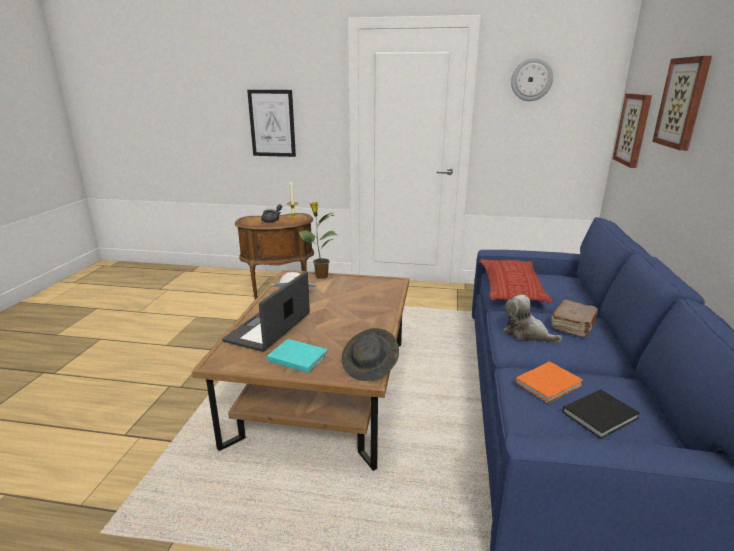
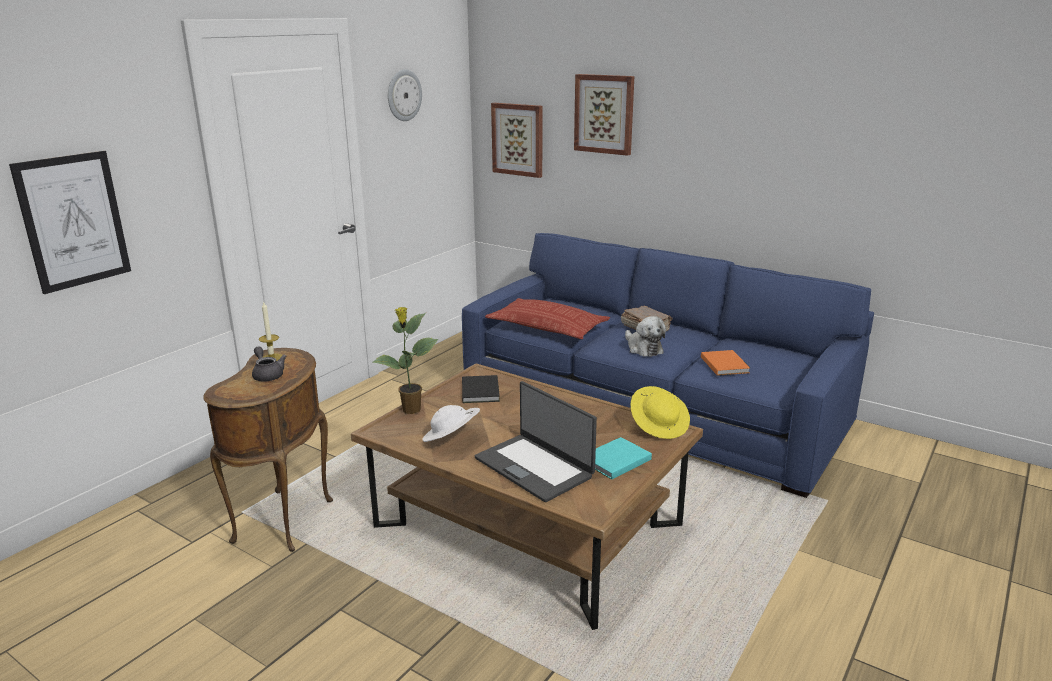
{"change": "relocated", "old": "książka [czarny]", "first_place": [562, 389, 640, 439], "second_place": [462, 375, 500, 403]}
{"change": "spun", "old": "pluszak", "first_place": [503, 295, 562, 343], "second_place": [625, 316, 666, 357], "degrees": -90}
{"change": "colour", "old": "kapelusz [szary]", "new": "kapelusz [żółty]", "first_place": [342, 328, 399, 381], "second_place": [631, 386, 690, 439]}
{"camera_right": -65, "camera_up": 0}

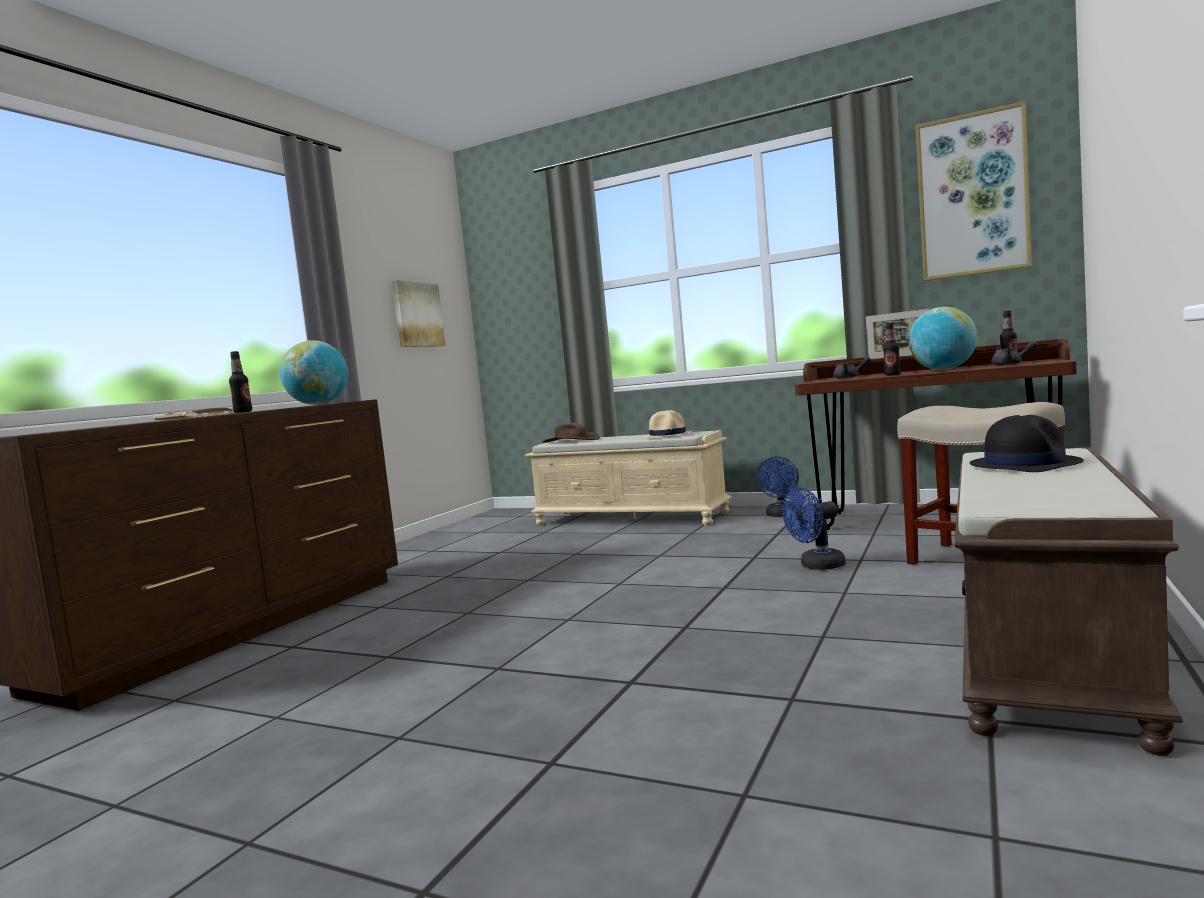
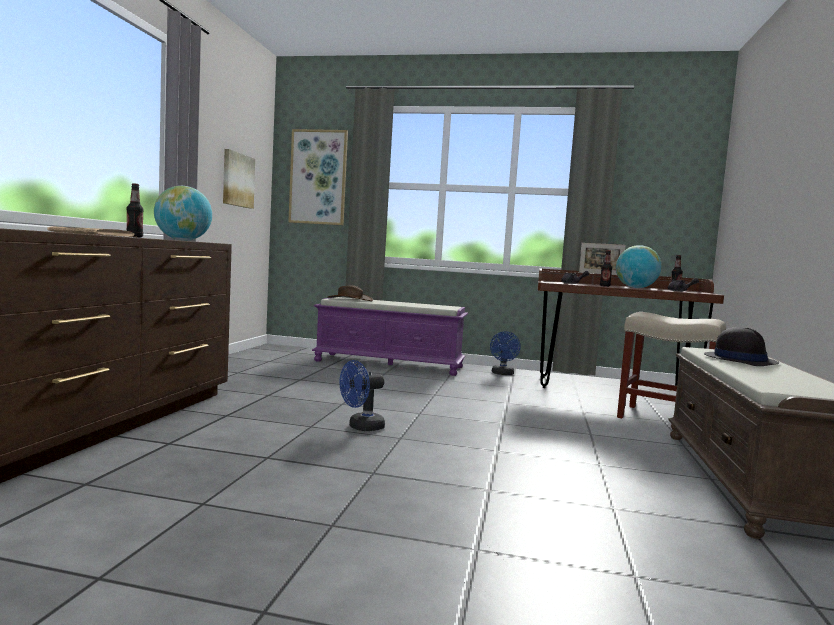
{"change": "relocated", "old": "obraz", "first_place": [915, 101, 1032, 281], "second_place": [288, 129, 348, 225]}
{"change": "colour", "old": "ławka [beżowy]", "new": "ławka [fioletowy]", "first_place": [525, 430, 732, 526], "second_place": [312, 297, 468, 376]}
{"change": "relocated", "old": "wentylator [niebieski]", "first_place": [782, 487, 846, 570], "second_place": [340, 360, 385, 431]}
{"change": "missing", "old": "kapelusz [beżowy]", "first_place": [642, 410, 693, 439]}
{"camera_right": -15, "camera_up": 0}

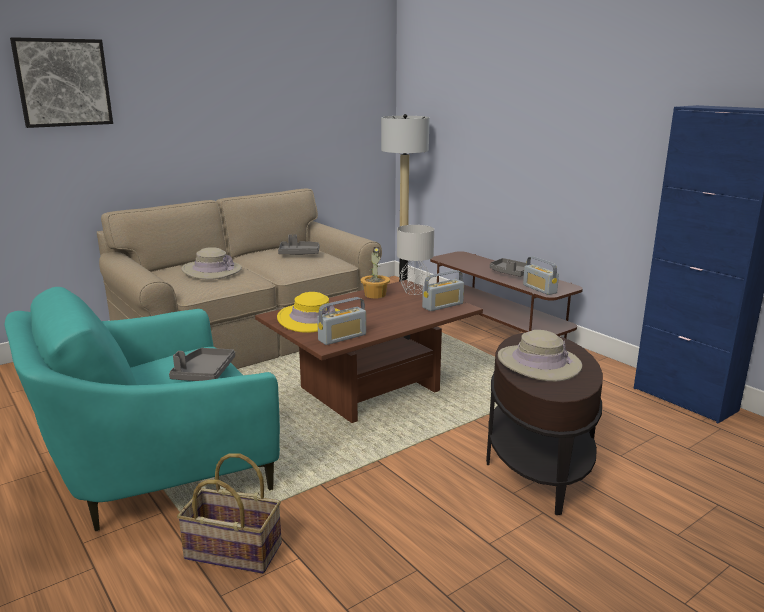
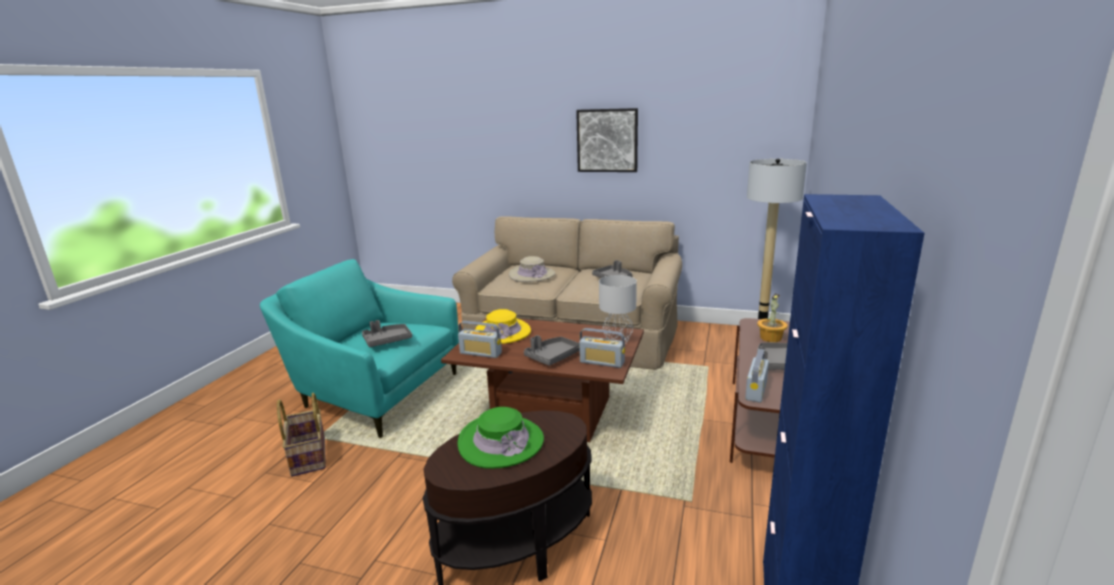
{"change": "colour", "old": "kapelusz [beżowy]", "new": "kapelusz [zielony]", "first_place": [498, 330, 582, 381], "second_place": [457, 407, 544, 469]}
{"change": "appeared", "new": "taca [szary]", "second_place": [524, 335, 580, 366]}
{"change": "relocated", "old": "obraz", "first_place": [10, 37, 113, 128], "second_place": [576, 108, 638, 172]}
{"change": "relocated", "old": "roślina doniczkowa", "first_place": [360, 247, 390, 298], "second_place": [757, 294, 788, 342]}
{"camera_right": 55, "camera_up": 0}

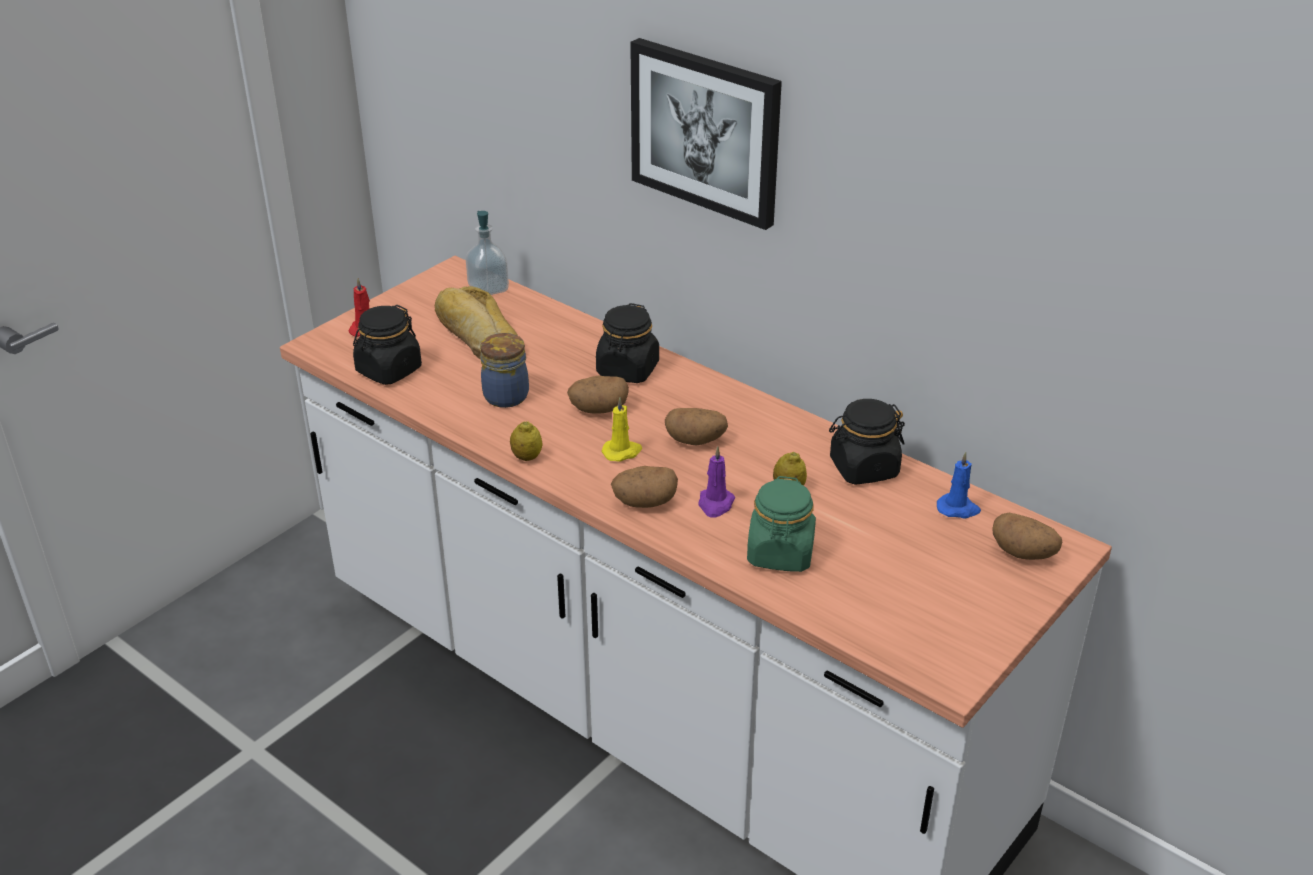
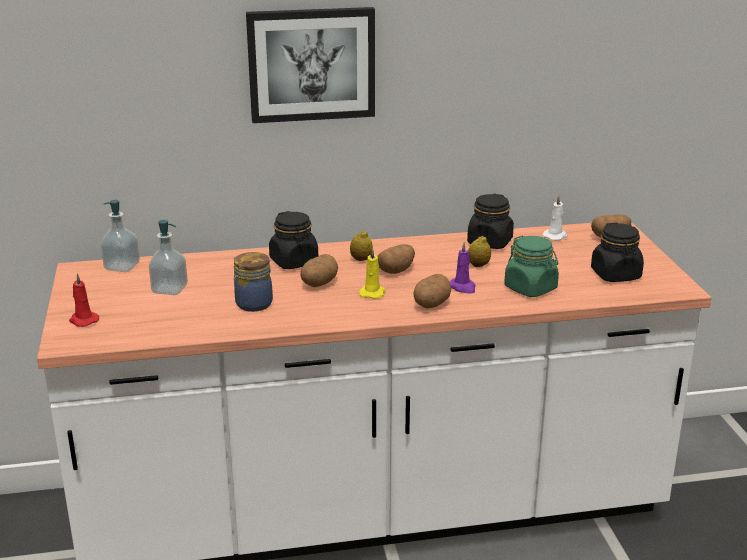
{"change": "exchanged", "old": "chleb", "new": "dozownik mydła", "first_place": [435, 286, 518, 359], "second_place": [149, 220, 188, 295]}
{"change": "relocated", "old": "cytryna", "first_place": [510, 421, 542, 461], "second_place": [350, 230, 373, 261]}
{"change": "colour", "old": "świeca [niebieski]", "new": "świeca [biały]", "first_place": [937, 452, 981, 518], "second_place": [543, 195, 568, 241]}
{"change": "relocated", "old": "słoik [czarny]", "first_place": [353, 305, 422, 385], "second_place": [591, 223, 644, 282]}
{"camera_right": -50, "camera_up": -10}

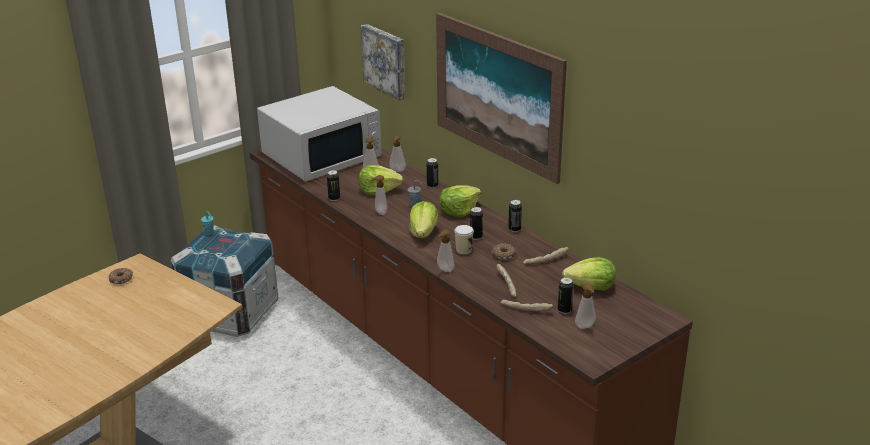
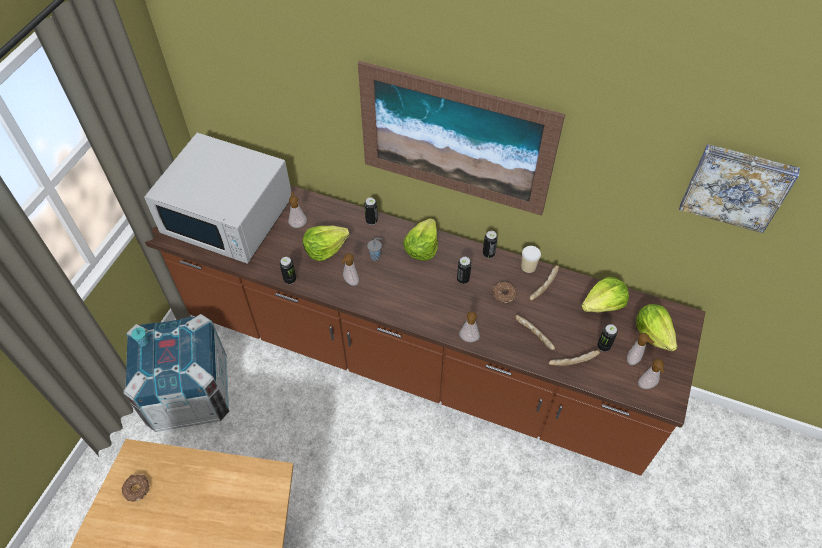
{"change": "spun", "old": "mikrofalówka [biały]", "first_place": [257, 86, 381, 181], "second_place": [144, 133, 292, 264], "degrees": 90}
{"change": "relocated", "old": "filiżanka", "first_place": [455, 225, 474, 254], "second_place": [521, 246, 541, 273]}
{"change": "relocated", "old": "sałata", "first_place": [409, 201, 439, 238], "second_place": [636, 304, 678, 351]}
{"change": "relocated", "old": "dozownik mydła", "first_place": [389, 135, 406, 172], "second_place": [638, 359, 665, 389]}
{"change": "relocated", "old": "obraz", "first_place": [361, 24, 405, 101], "second_place": [679, 144, 800, 233]}
{"camera_right": -30, "camera_up": 25}

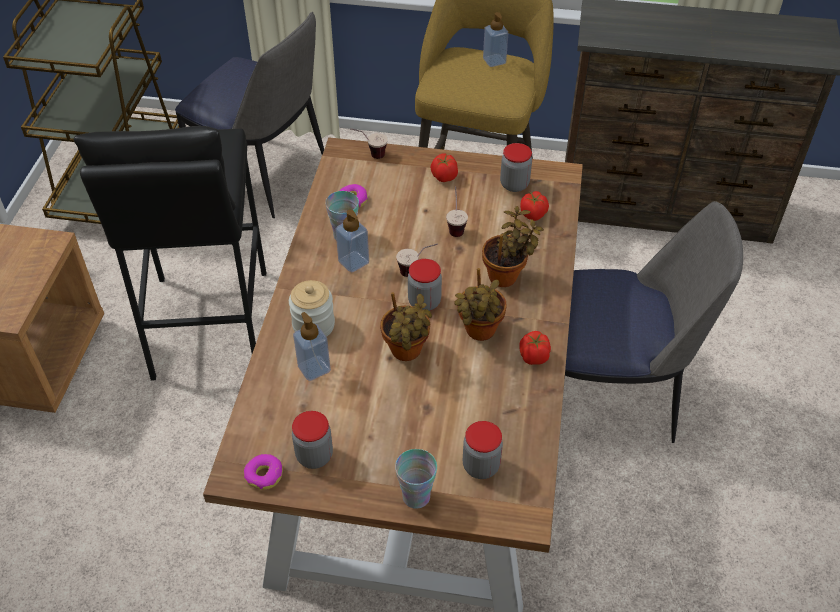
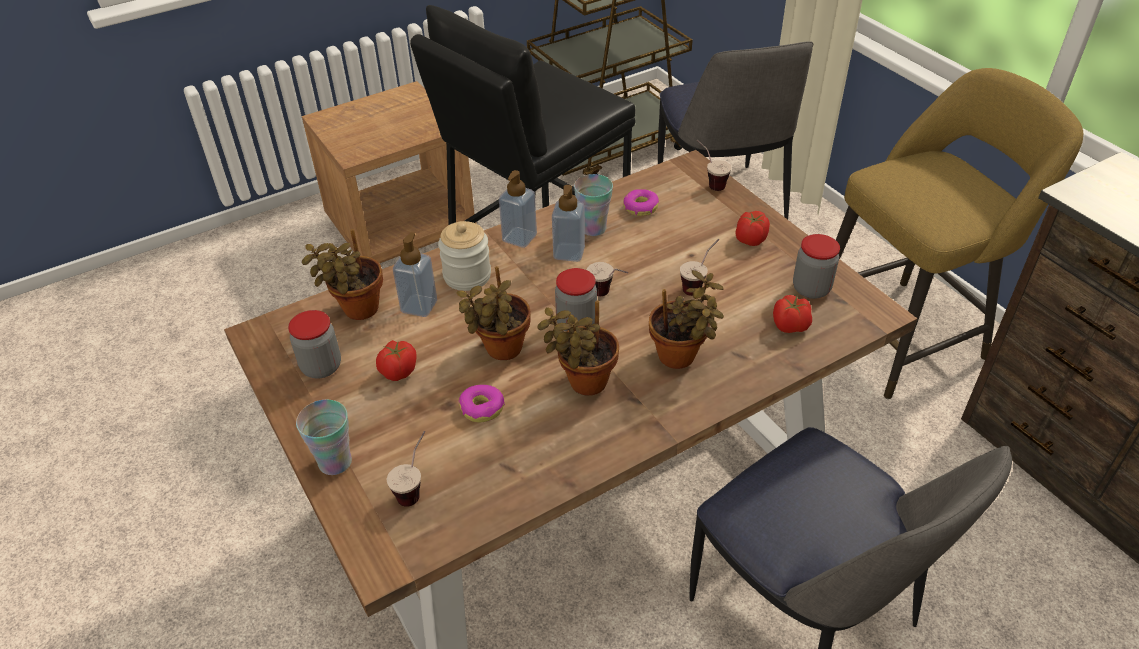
{"change": "appeared", "new": "roślina doniczkowa", "second_place": [302, 229, 383, 320]}
{"change": "relocated", "old": "pomidor", "first_place": [520, 331, 551, 365], "second_place": [376, 340, 417, 381]}
{"change": "exchanged", "old": "słoik", "new": "filiżanka", "first_place": [462, 421, 503, 479], "second_place": [387, 431, 426, 507]}
{"change": "relocated", "old": "donut", "first_place": [244, 454, 283, 490], "second_place": [459, 385, 505, 422]}
{"change": "relocated", "old": "dozownik mydła", "first_place": [483, 12, 508, 67], "second_place": [499, 170, 537, 248]}
{"camera_right": 50, "camera_up": -5}

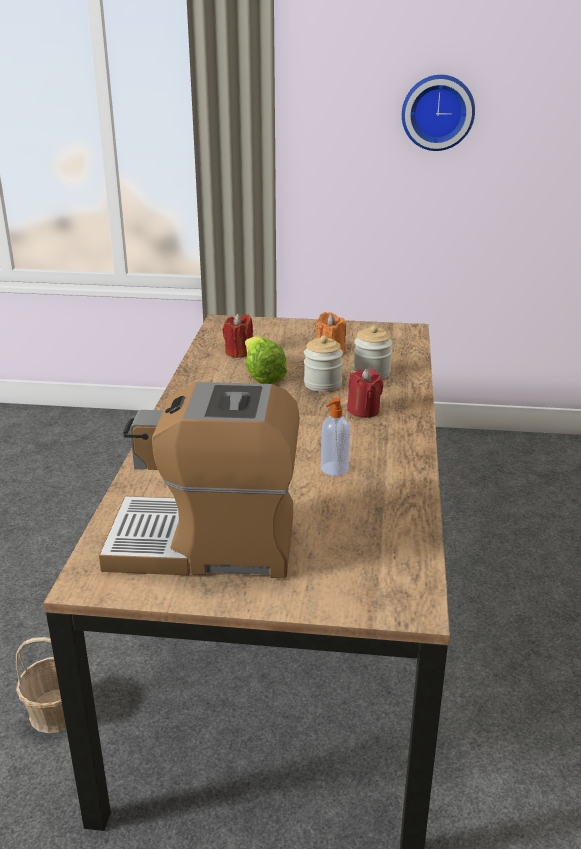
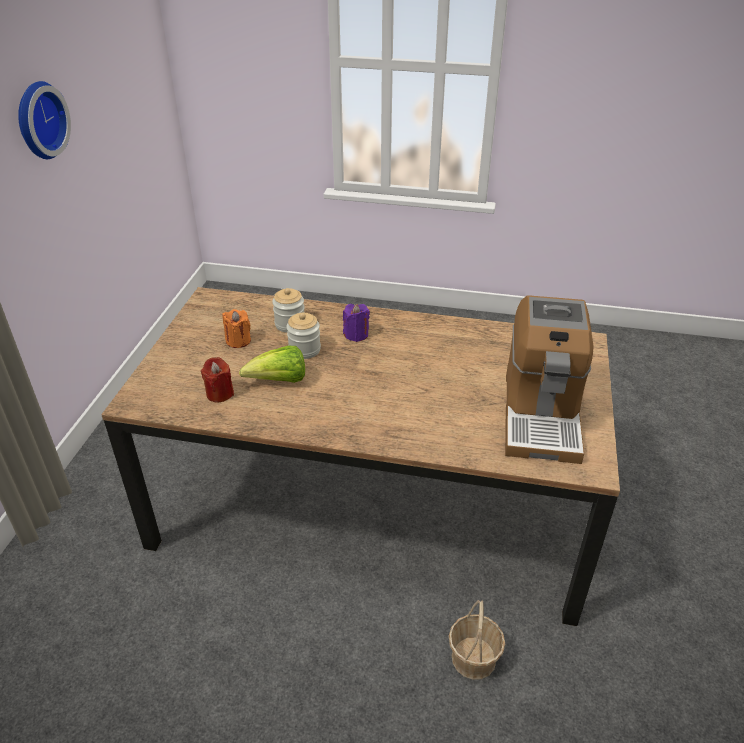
{"change": "colour", "old": "świeca [czerwony]", "new": "świeca [fioletowy]", "first_place": [347, 369, 383, 418], "second_place": [343, 304, 370, 342]}
{"change": "missing", "old": "dozownik mydła", "first_place": [321, 398, 350, 476]}
{"camera_right": -85, "camera_up": 10}

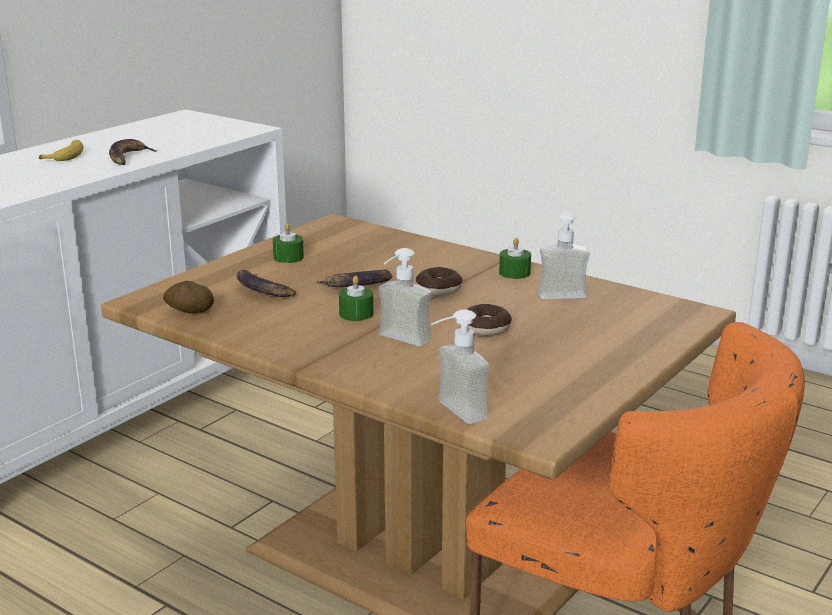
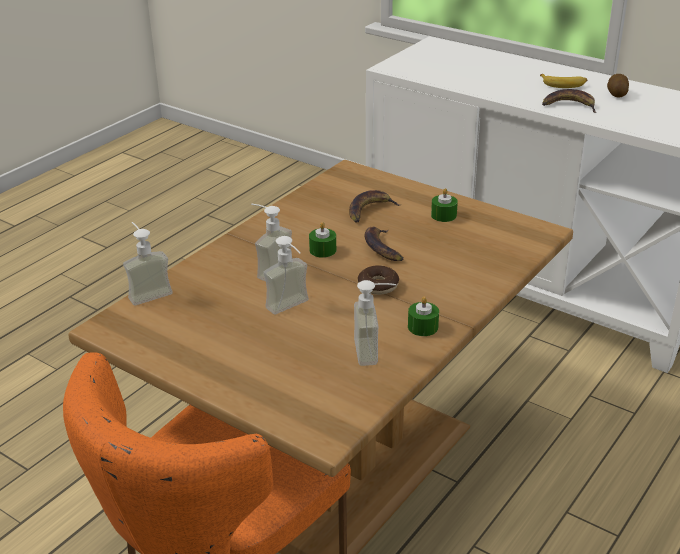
{"change": "exchanged", "old": "donut", "new": "dozownik mydła", "first_place": [466, 304, 512, 336], "second_place": [263, 236, 309, 314]}
{"change": "relocated", "old": "ziemniak", "first_place": [163, 281, 214, 314], "second_place": [607, 74, 629, 97]}
{"camera_right": 90, "camera_up": 10}

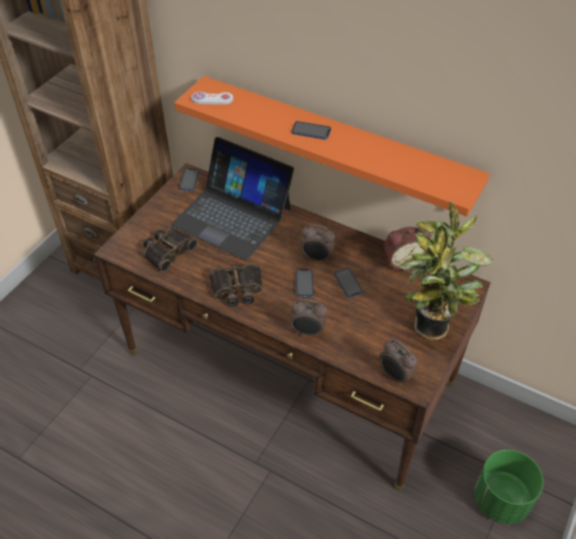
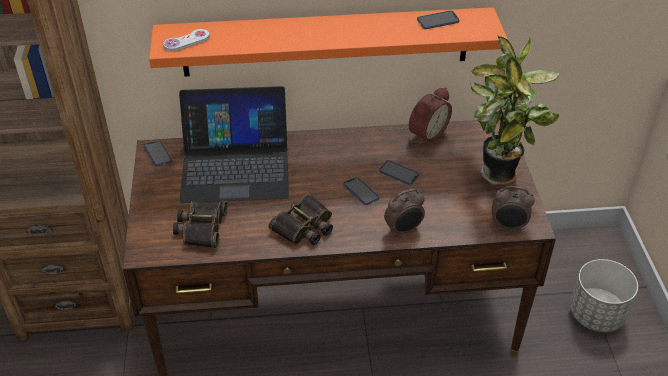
{"change": "relocated", "old": "telefon", "first_place": [292, 121, 331, 140], "second_place": [417, 11, 459, 29]}
{"change": "colour", "old": "donica [zielony]", "new": "donica [szary]", "first_place": [475, 450, 544, 524], "second_place": [570, 259, 638, 332]}
{"change": "missing", "old": "budzik", "first_place": [300, 224, 335, 263]}
{"camera_right": -35, "camera_up": -5}

